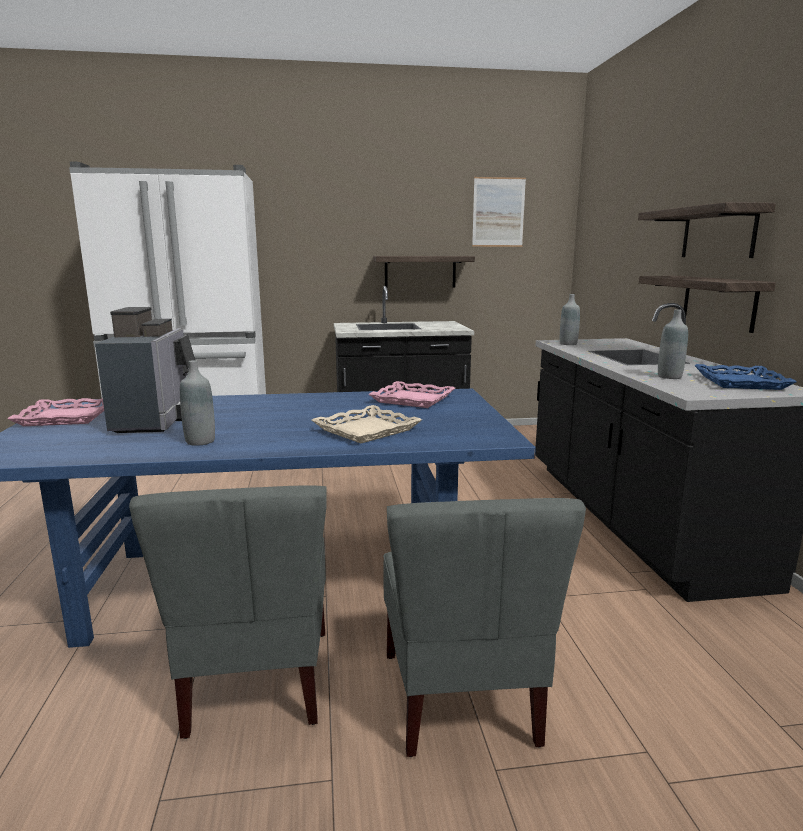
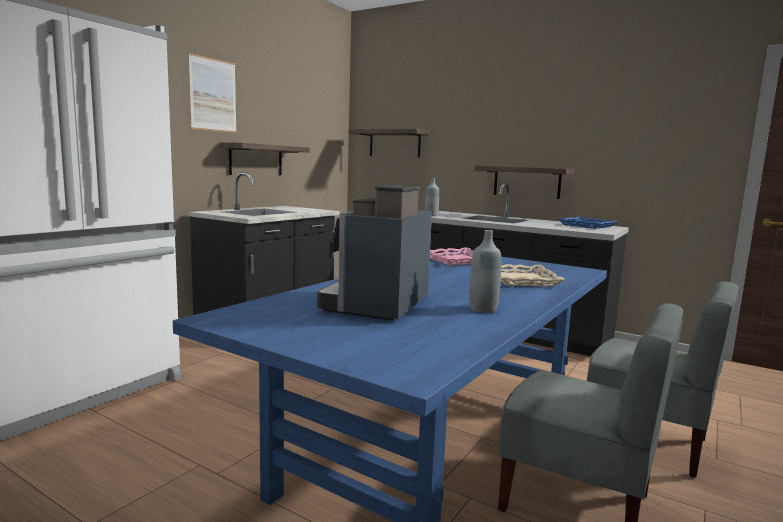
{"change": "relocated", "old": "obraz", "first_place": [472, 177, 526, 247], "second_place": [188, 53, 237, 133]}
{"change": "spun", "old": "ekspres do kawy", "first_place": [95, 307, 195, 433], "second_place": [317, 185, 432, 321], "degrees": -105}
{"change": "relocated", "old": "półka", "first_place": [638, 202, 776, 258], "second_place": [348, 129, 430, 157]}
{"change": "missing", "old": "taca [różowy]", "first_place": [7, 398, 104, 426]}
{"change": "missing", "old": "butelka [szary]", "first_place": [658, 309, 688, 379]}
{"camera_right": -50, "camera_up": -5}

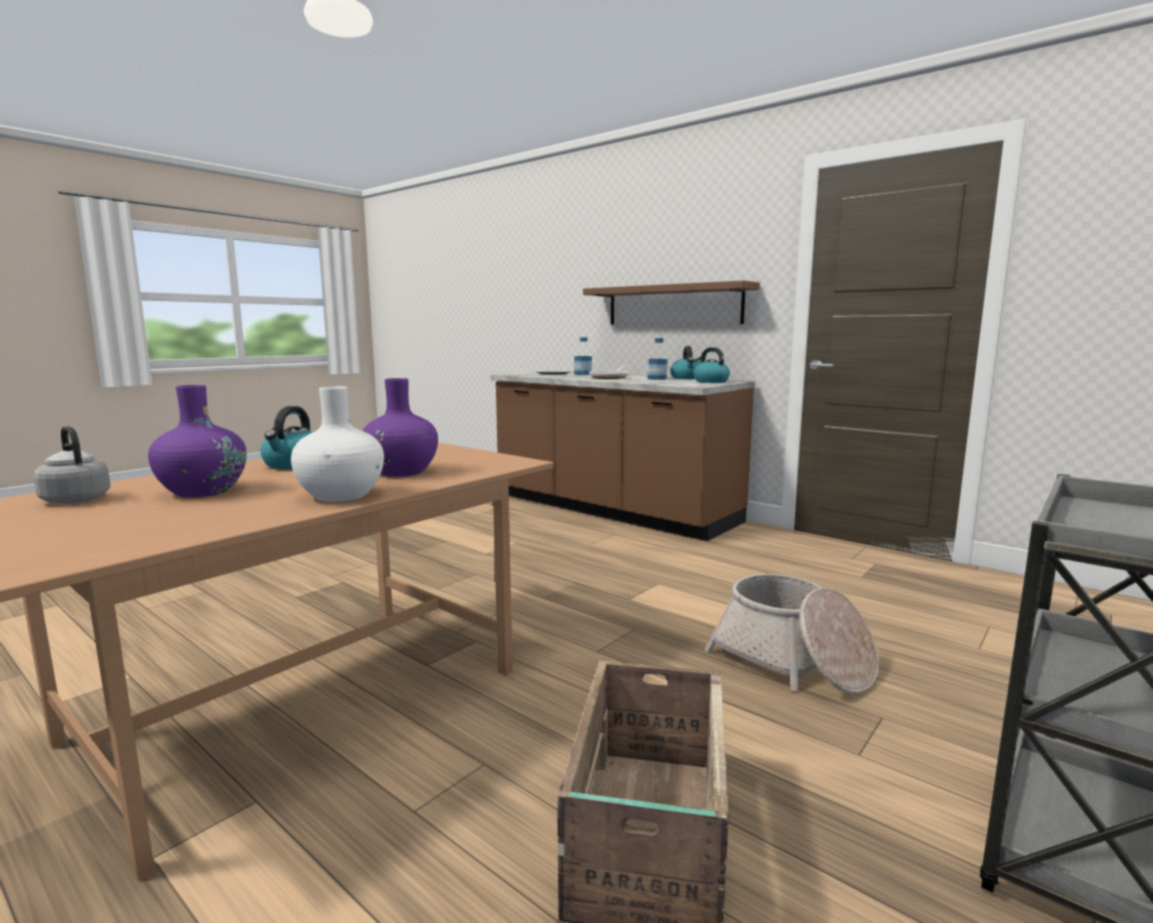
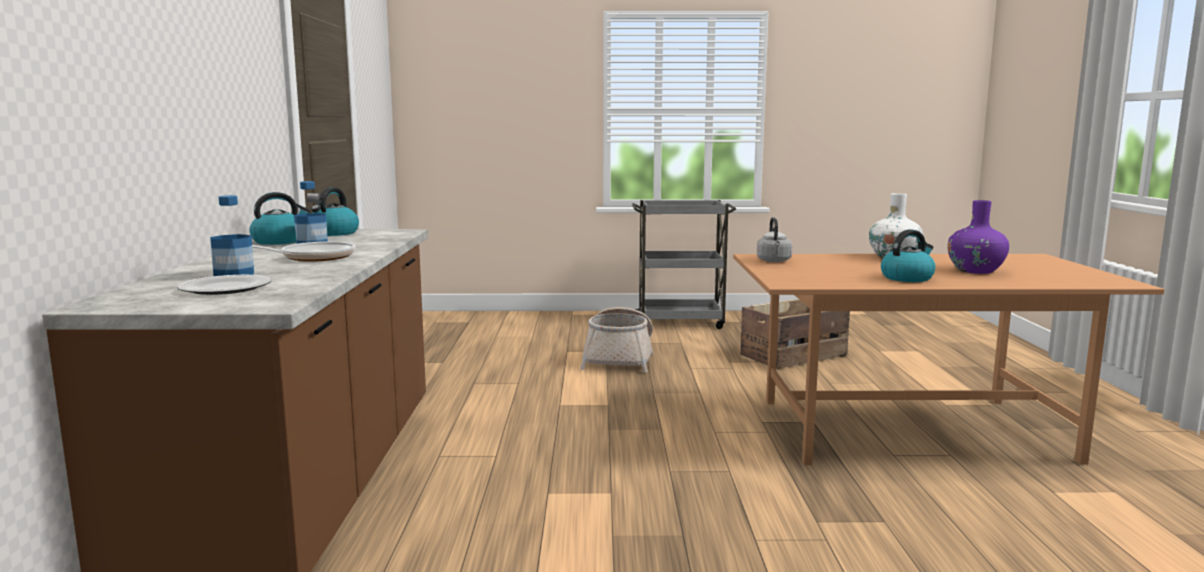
{"change": "relocated", "old": "czajnik [szary]", "first_place": [33, 426, 111, 504], "second_place": [757, 217, 793, 262]}
{"change": "missing", "old": "wazon [fioletowy]", "first_place": [363, 378, 438, 477]}
{"change": "missing", "old": "półka [brązowy]", "first_place": [583, 280, 760, 325]}
{"camera_right": -130, "camera_up": 0}

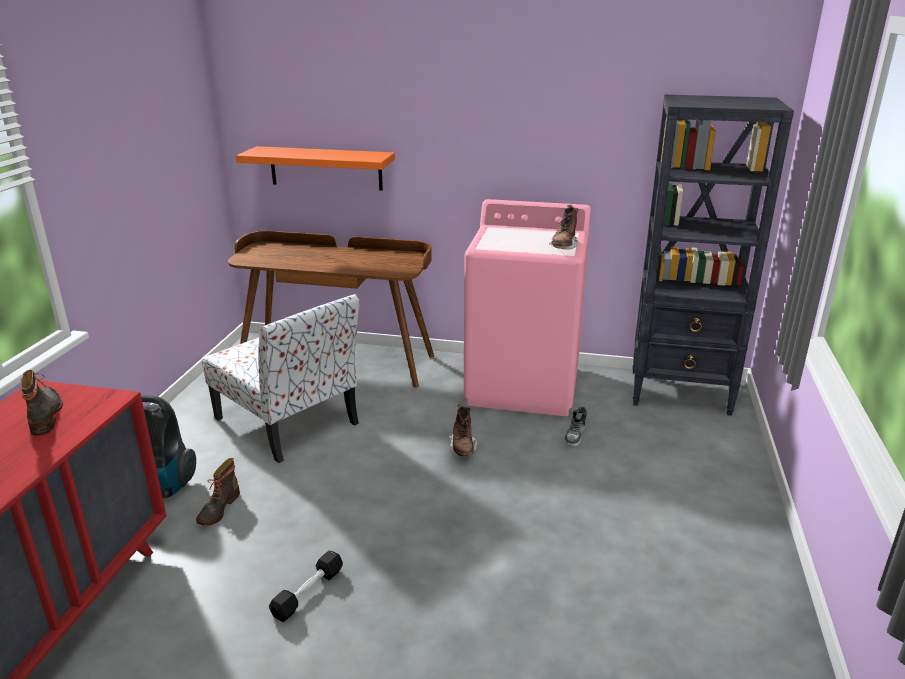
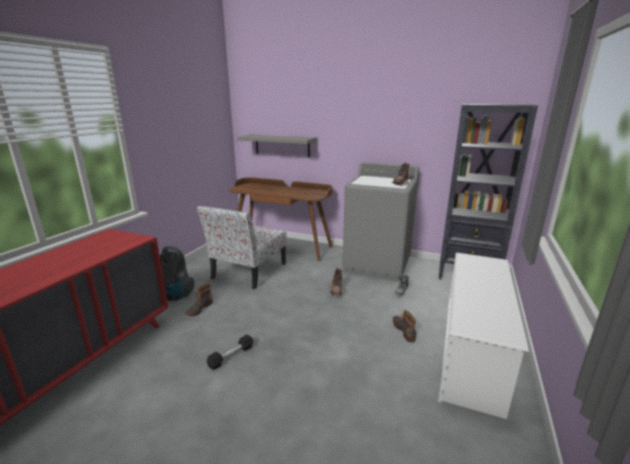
{"change": "spun", "old": "krzesło", "first_place": [202, 294, 360, 463], "second_place": [197, 206, 287, 289], "degrees": 60}
{"change": "colour", "old": "półka [pomarańczowy]", "new": "półka [szary]", "first_place": [236, 146, 395, 190], "second_place": [237, 135, 317, 157]}
{"change": "colour", "old": "pralka [różowy]", "new": "pralka [szary]", "first_place": [464, 199, 591, 416], "second_place": [342, 162, 420, 281]}
{"change": "relocated", "old": "but z cholewką", "first_place": [21, 370, 63, 436], "second_place": [393, 310, 416, 342]}
{"change": "appeared", "new": "regał na buty [biały]", "second_place": [438, 253, 528, 419]}
{"camera_right": 10, "camera_up": -5}

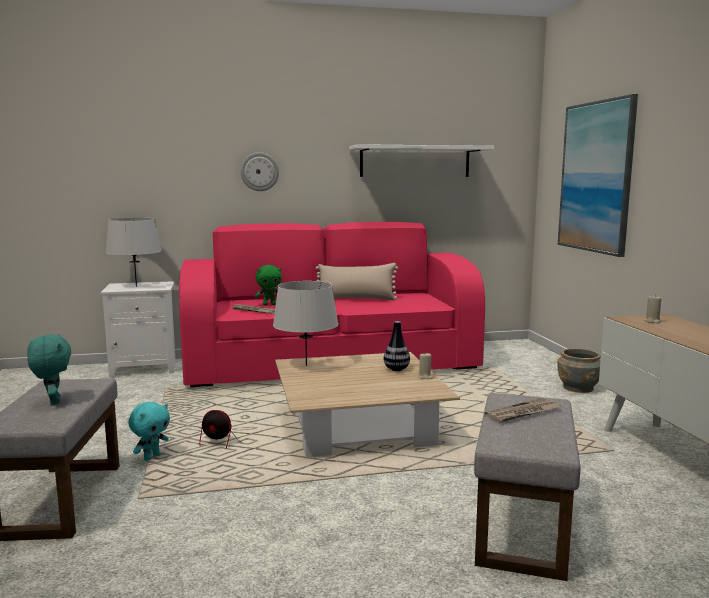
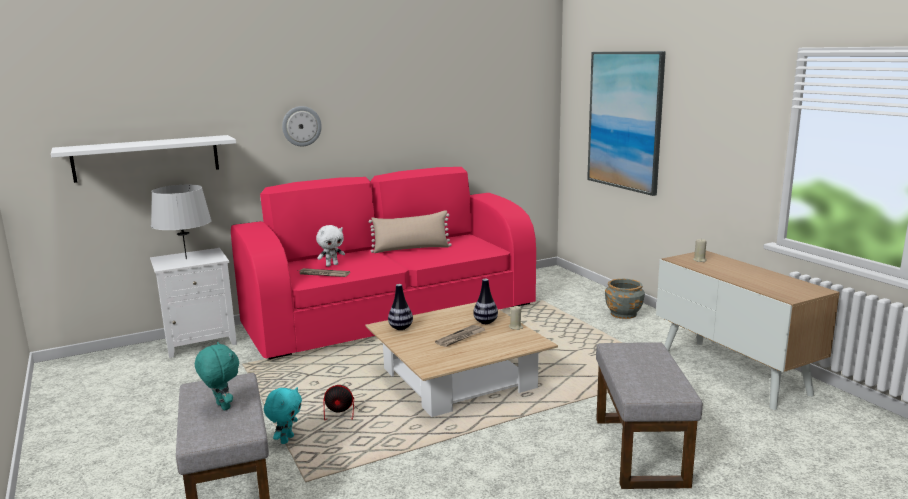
{"change": "relocated", "old": "półka [biały]", "first_place": [349, 144, 494, 177], "second_place": [51, 135, 236, 183]}
{"change": "colour", "old": "pluszak [zielony]", "new": "pluszak [biały]", "first_place": [255, 265, 282, 306], "second_place": [316, 225, 345, 266]}
{"change": "exchanged", "old": "lampa stołowa [szary]", "new": "wazon", "first_place": [273, 281, 338, 366], "second_place": [388, 284, 413, 330]}
{"change": "relocated", "old": "gazeta", "first_place": [484, 398, 562, 423], "second_place": [435, 325, 485, 347]}
{"camera_right": -15, "camera_up": 5}

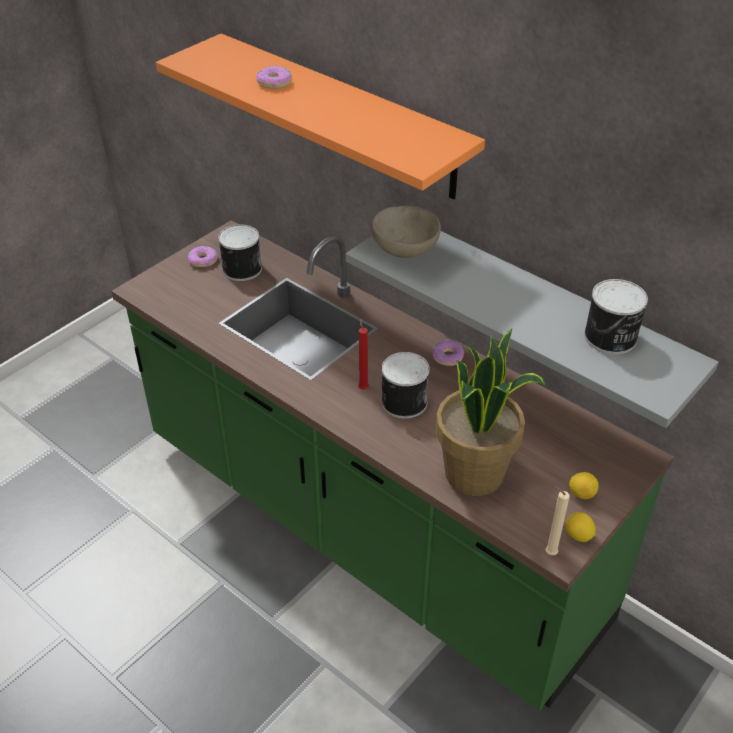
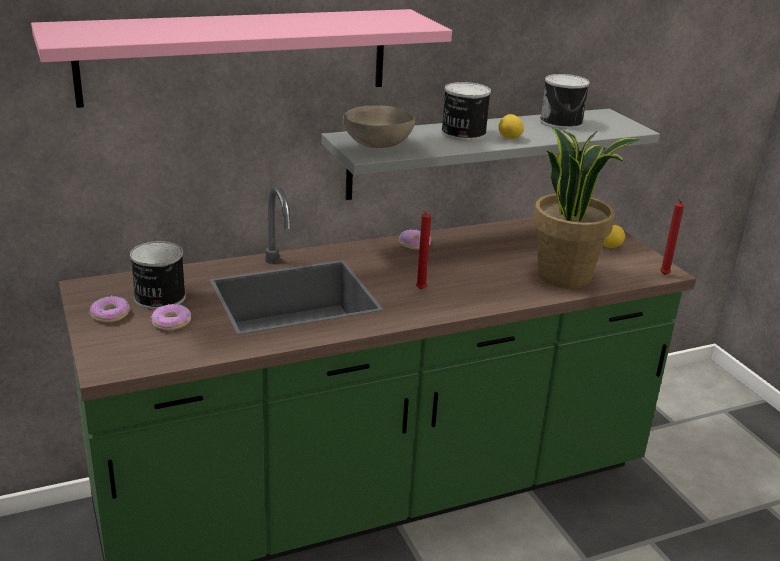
{"change": "colour", "old": "półka [pomarańczowy]", "new": "półka [różowy]", "first_place": [156, 34, 485, 200], "second_place": [31, 9, 452, 108]}
{"change": "relocated", "old": "donut", "first_place": [256, 66, 292, 89], "second_place": [151, 303, 191, 331]}
{"change": "relocated", "old": "puszka", "first_place": [381, 352, 430, 419], "second_place": [441, 82, 491, 141]}
{"change": "relocated", "old": "cytryna", "first_place": [565, 512, 596, 542], "second_place": [498, 114, 524, 139]}
{"change": "colour", "old": "świeca [beżowy]", "new": "świeca [czerwony]", "first_place": [546, 486, 570, 555], "second_place": [660, 199, 684, 275]}
{"camera_right": -65, "camera_up": -15}

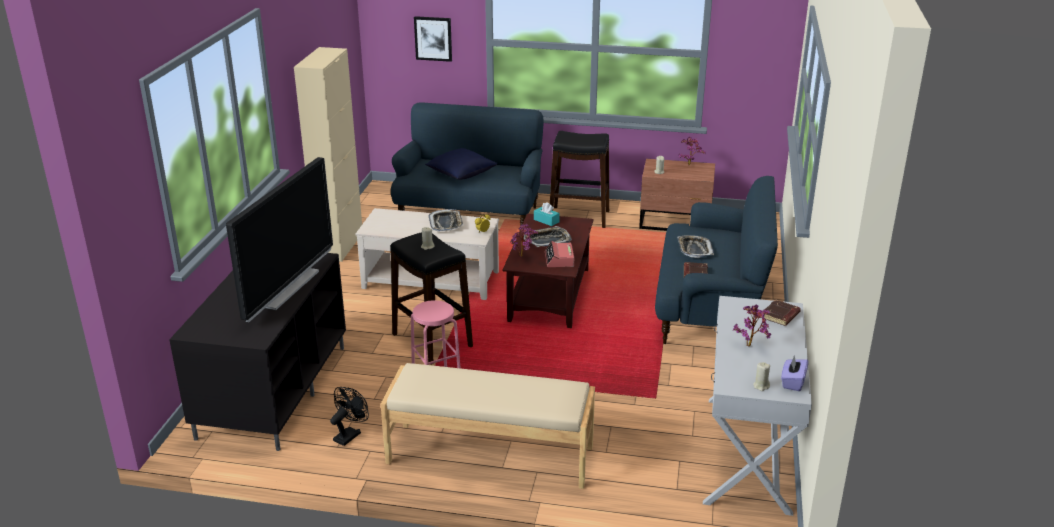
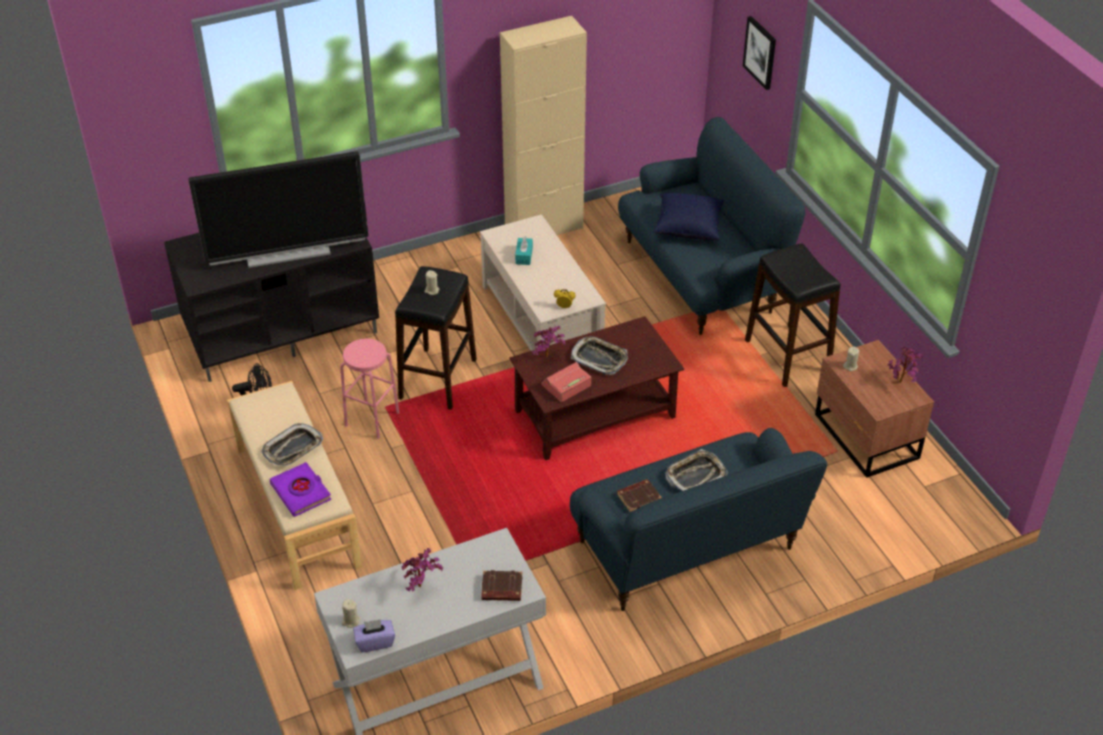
{"change": "relocated", "old": "taca", "first_place": [429, 209, 463, 231], "second_place": [261, 423, 323, 466]}
{"change": "appeared", "new": "książka [fioletowy]", "second_place": [270, 462, 331, 517]}
{"change": "relocated", "old": "pudełko chusteczek [turkusowy]", "first_place": [534, 202, 560, 226], "second_place": [515, 236, 533, 265]}
{"camera_right": 55, "camera_up": 15}

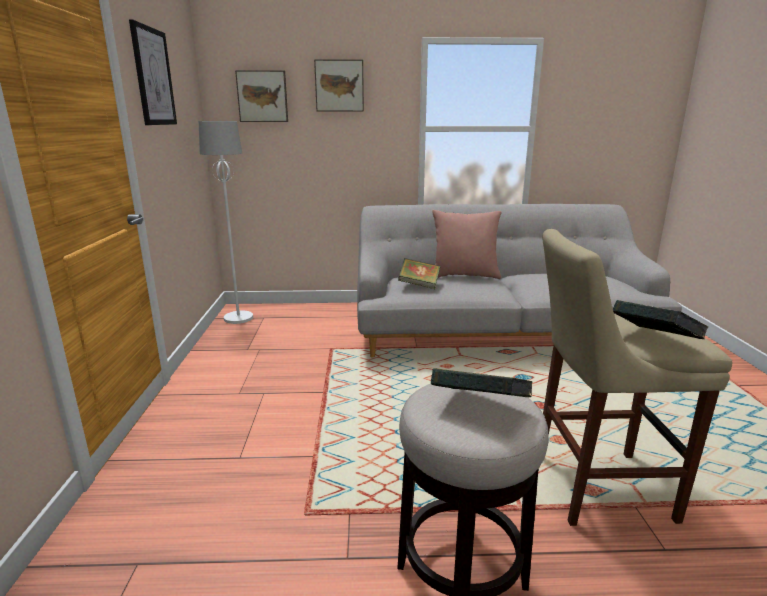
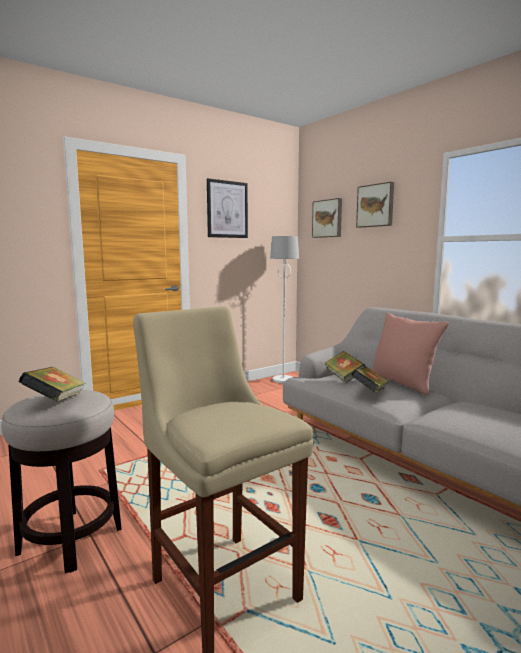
{"change": "relocated", "old": "książka", "first_place": [613, 300, 708, 339], "second_place": [352, 367, 389, 392]}
{"camera_right": 55, "camera_up": -10}

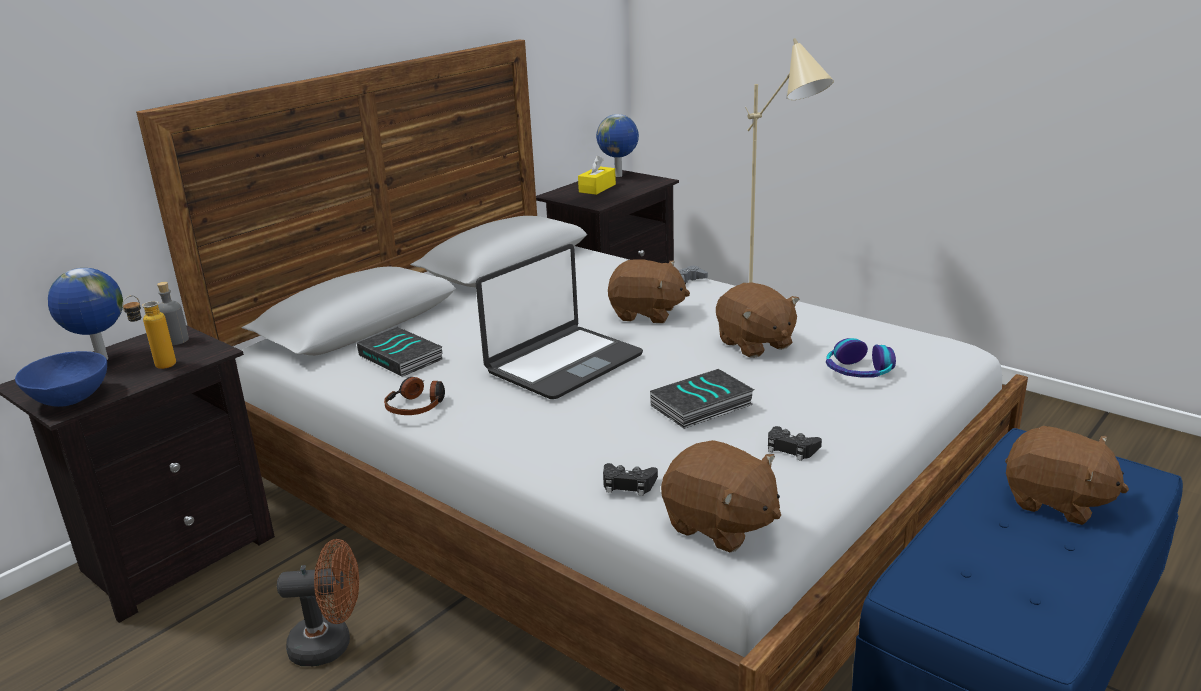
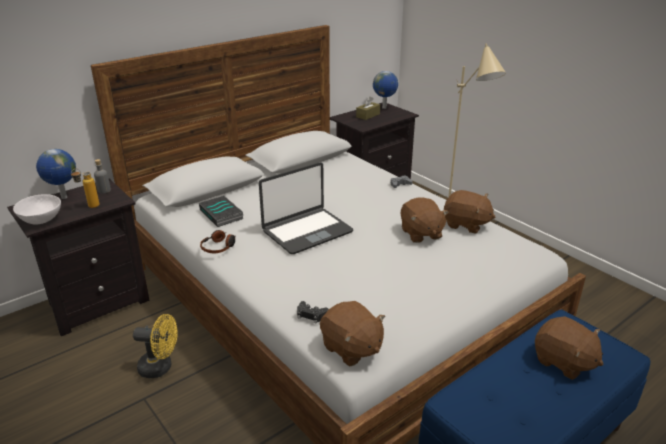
{"change": "colour", "old": "miska [niebieski]", "new": "miska [biały]", "first_place": [15, 351, 107, 407], "second_place": [13, 194, 61, 225]}
{"change": "colour", "old": "wentylator [brązowy]", "new": "wentylator [żółty]", "first_place": [277, 539, 359, 666], "second_place": [133, 314, 178, 378]}
{"change": "colour", "old": "pudełko chusteczek [żółty]", "new": "pudełko chusteczek [brązowy]", "first_place": [578, 156, 616, 195], "second_place": [356, 96, 380, 120]}
{"change": "relocated", "old": "pluszak [brązowy]", "first_place": [608, 259, 690, 323], "second_place": [444, 190, 495, 234]}
{"change": "missing", "old": "książka", "first_place": [650, 369, 754, 429]}
{"change": "missing", "old": "pad do gier [czarny]", "first_place": [768, 426, 822, 461]}
{"change": "missing", "old": "słuchawki", "first_place": [826, 338, 896, 378]}
{"camera_right": 10, "camera_up": 5}

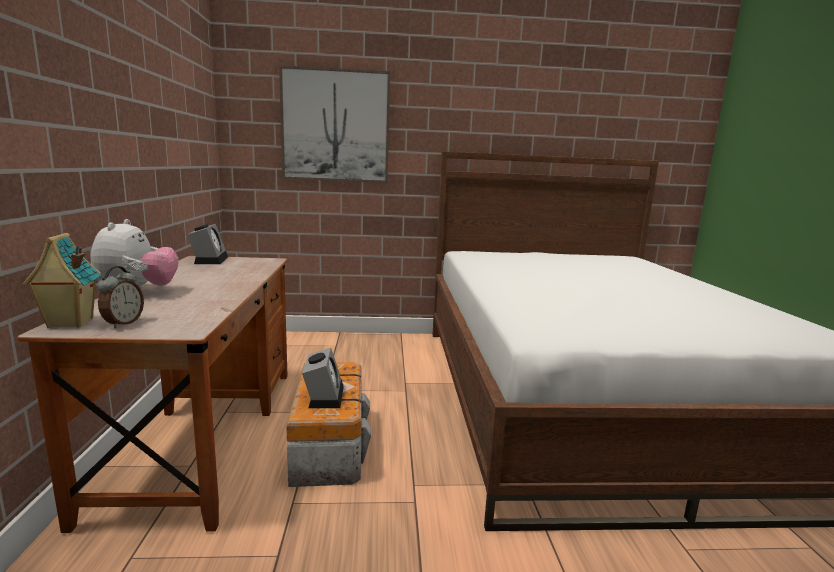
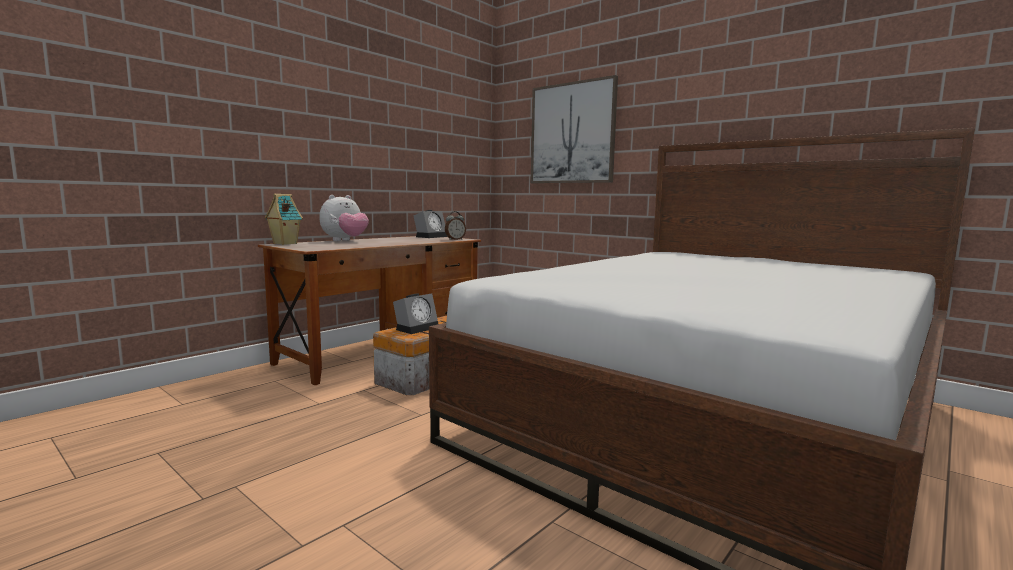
{"change": "relocated", "old": "budzik", "first_place": [97, 266, 144, 328], "second_place": [445, 211, 466, 240]}
{"camera_right": 45, "camera_up": -5}

